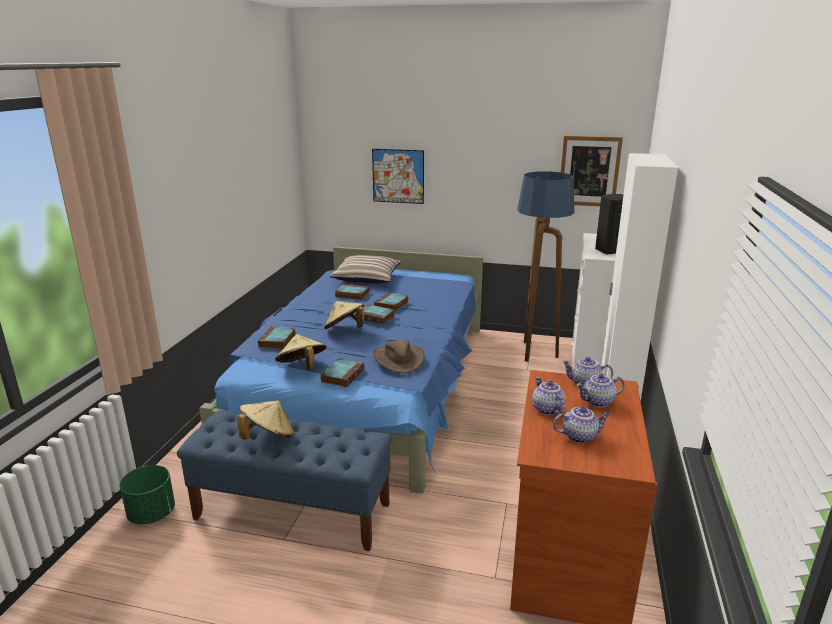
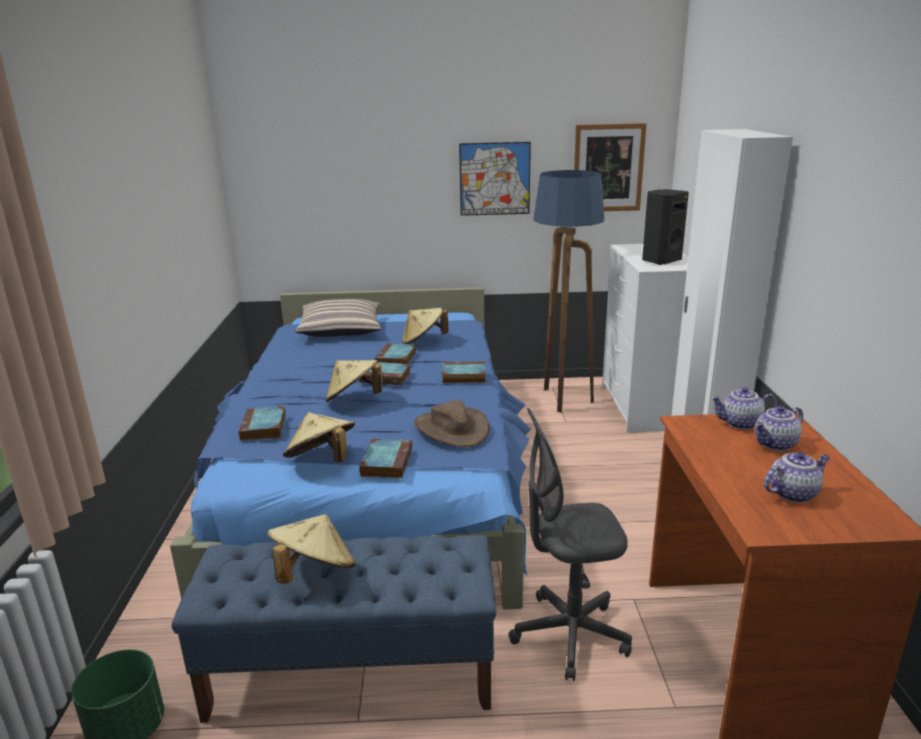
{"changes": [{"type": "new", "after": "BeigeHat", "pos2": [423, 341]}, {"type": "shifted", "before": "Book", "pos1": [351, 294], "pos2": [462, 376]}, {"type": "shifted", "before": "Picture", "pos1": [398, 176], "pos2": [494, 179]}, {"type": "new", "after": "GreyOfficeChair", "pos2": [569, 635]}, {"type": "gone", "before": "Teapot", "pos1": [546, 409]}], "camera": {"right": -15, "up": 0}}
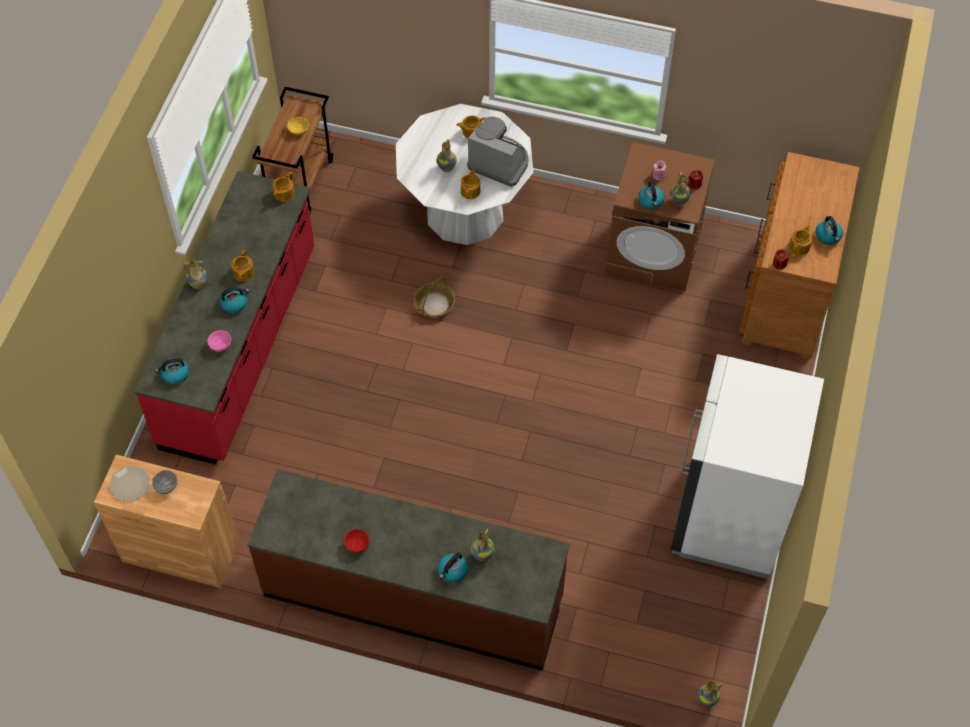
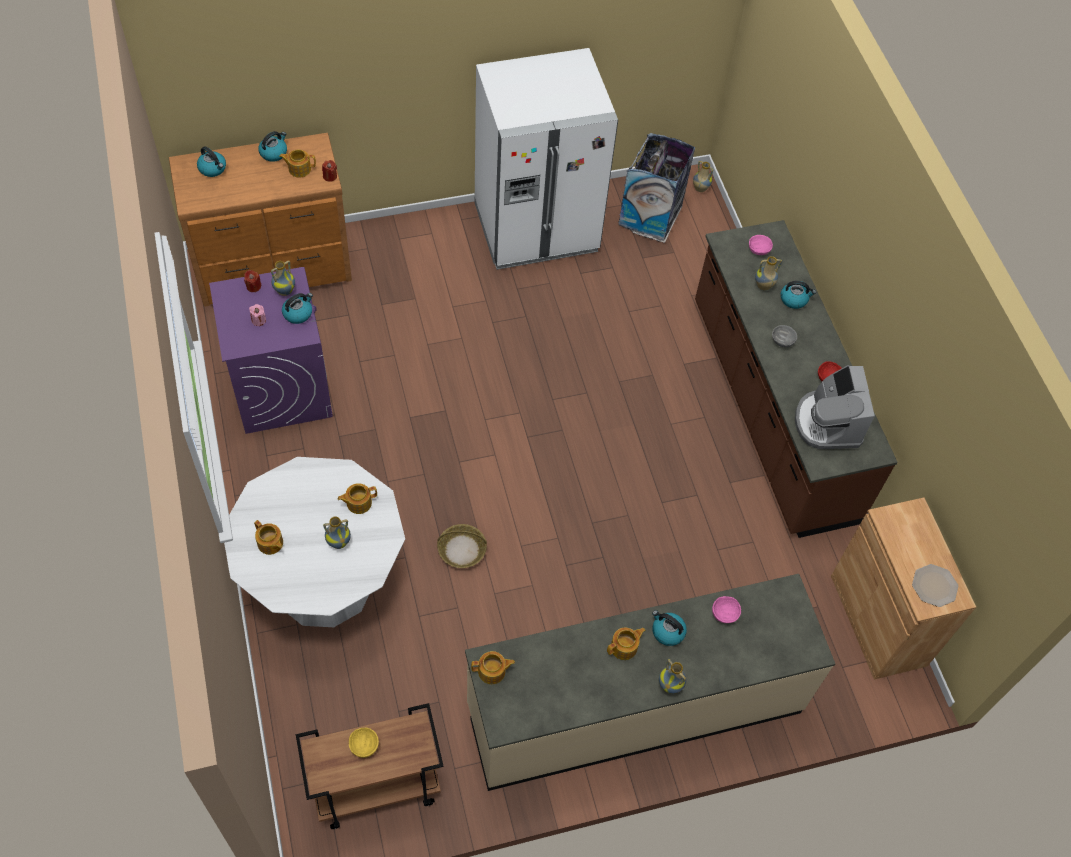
{"changes": [{"type": "shifted", "before": "Kettle", "pos1": [175, 374], "pos2": [213, 168]}, {"type": "repainted", "before": "BrownWashingMachine", "after": "PurpleWashingMachine", "pos1": [654, 252], "pos2": [281, 387]}, {"type": "repainted", "before": "RedCounter", "after": "BeigeCounter", "pos1": [241, 348], "pos2": [634, 708]}, {"type": "new", "after": "TrashCan", "pos2": [651, 214]}, {"type": "new", "after": "PinkBowl", "pos2": [759, 250]}, {"type": "shifted", "before": "GreyBowl", "pos1": [166, 486], "pos2": [782, 341]}, {"type": "shifted", "before": "CoffeeMachine", "pos1": [499, 162], "pos2": [827, 423]}], "camera": {"right": -125, "up": 0}}
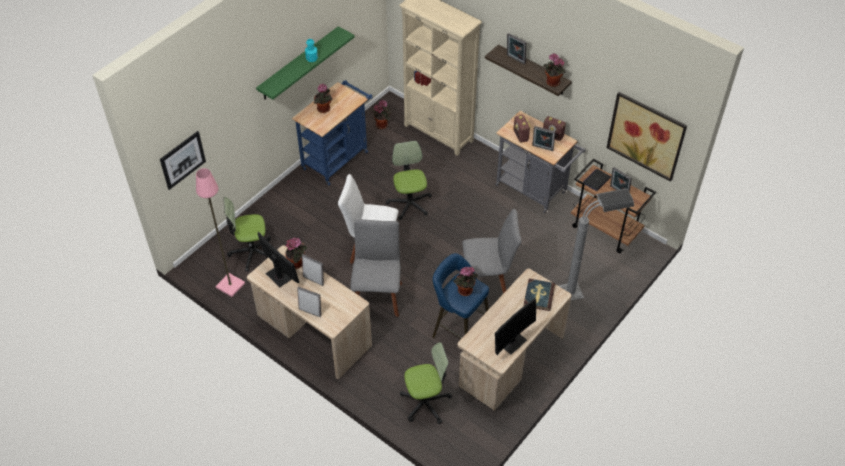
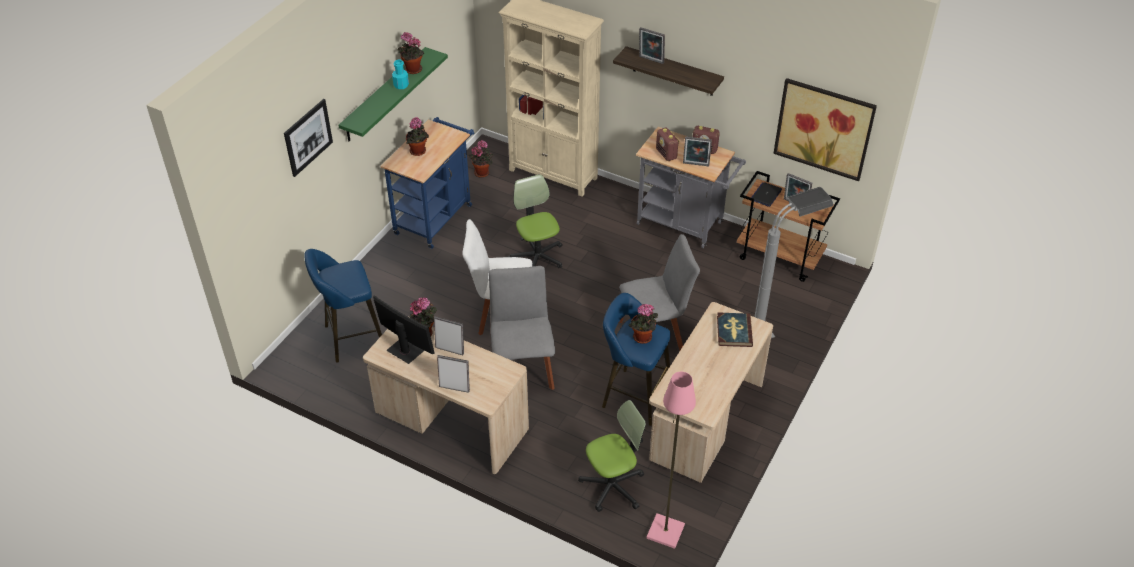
{"changes": [{"type": "shifted", "before": "Picture", "pos1": [182, 160], "pos2": [308, 137]}, {"type": "swapped", "before": "OfficeChair", "after": "BlueStool", "pos1": [251, 252], "pos2": [351, 338]}, {"type": "shifted", "before": "PottedPlant", "pos1": [551, 82], "pos2": [412, 70]}, {"type": "shifted", "before": "PinkFloorLamp", "pos1": [230, 285], "pos2": [664, 532]}, {"type": "gone", "before": "Monitor", "pos1": [512, 342]}], "camera": {"right": -10, "up": -5}}
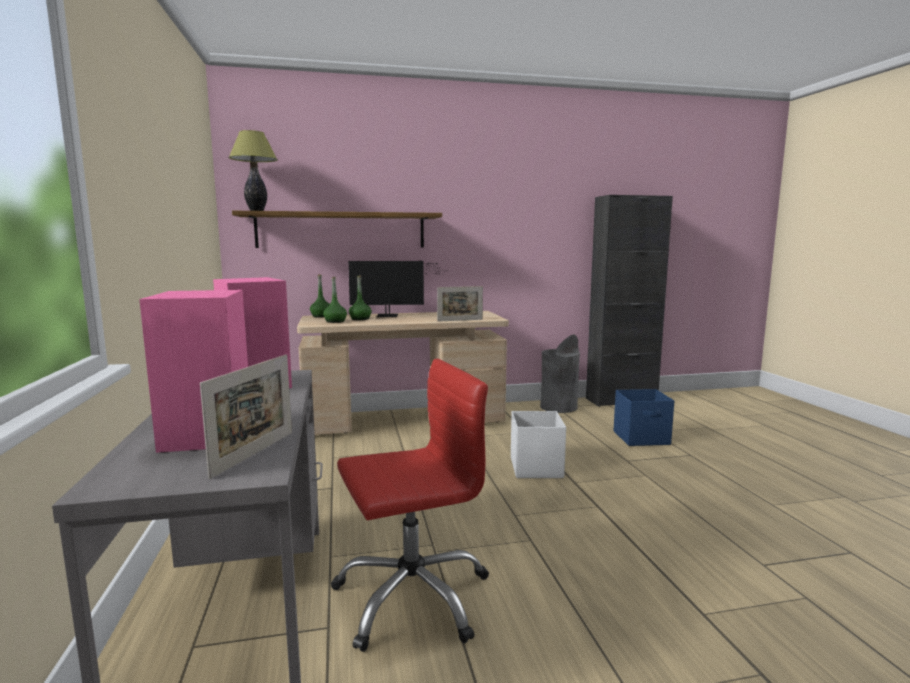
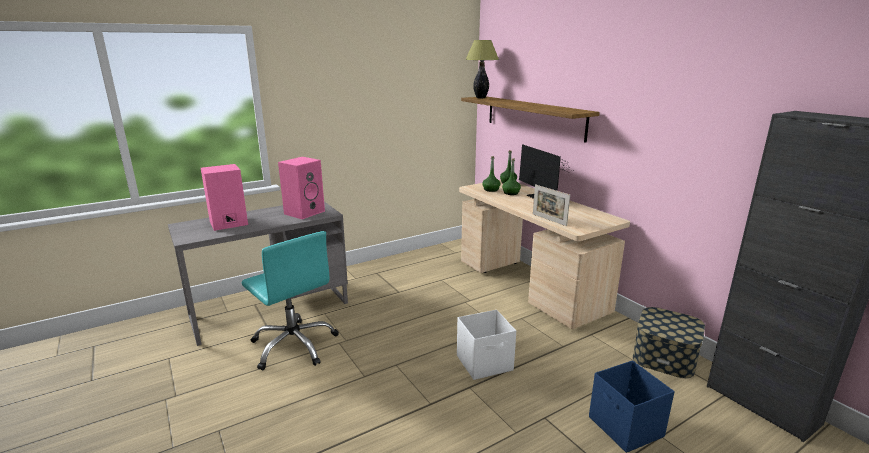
{"changes": [{"type": "repainted", "before": "RedOfficeChair", "after": "TurquoiseOfficeChair", "pos1": [412, 596], "pos2": [294, 345]}, {"type": "swapped", "before": "GreyTrashCan", "after": "StorageBox", "pos1": [558, 407], "pos2": [664, 357]}, {"type": "gone", "before": "PictureFrame", "pos1": [254, 453]}], "camera": {"right": 70, "up": 10}}
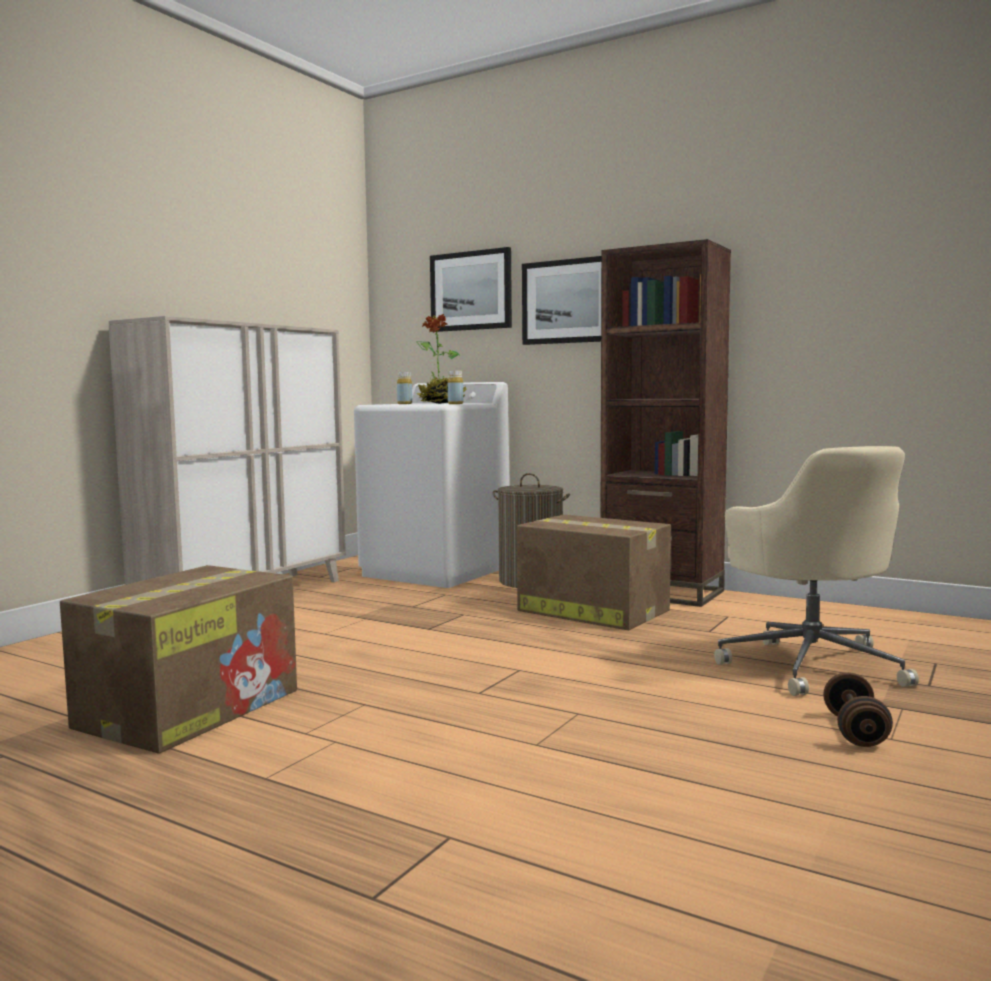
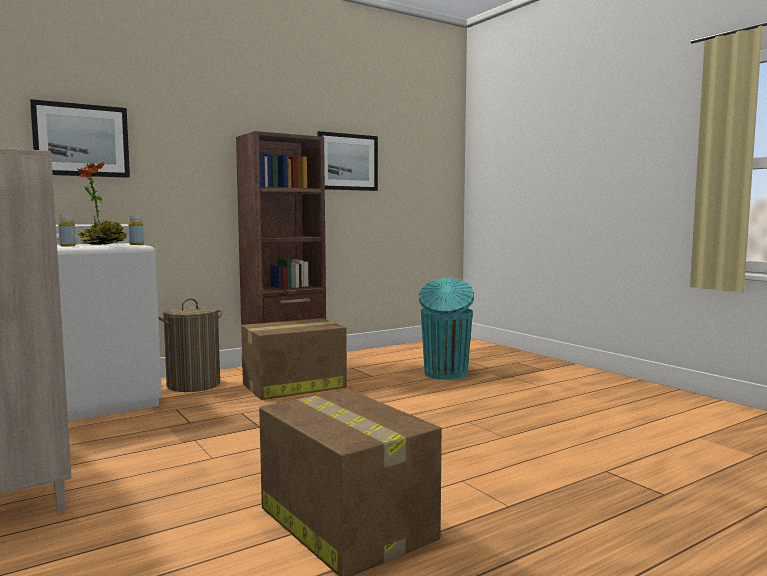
{"changes": [{"type": "shifted", "before": "Picture", "pos1": [567, 301], "pos2": [347, 162]}, {"type": "swapped", "before": "BeigeOfficeChair", "after": "TurquoiseTrashCan", "pos1": [811, 665], "pos2": [445, 374]}, {"type": "gone", "before": "BrownDumbbell", "pos1": [855, 731]}], "camera": {"right": -65, "up": 0}}
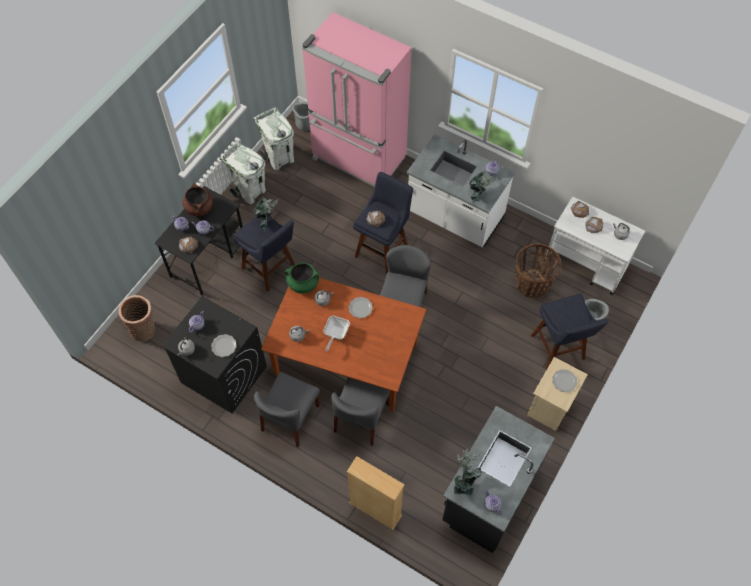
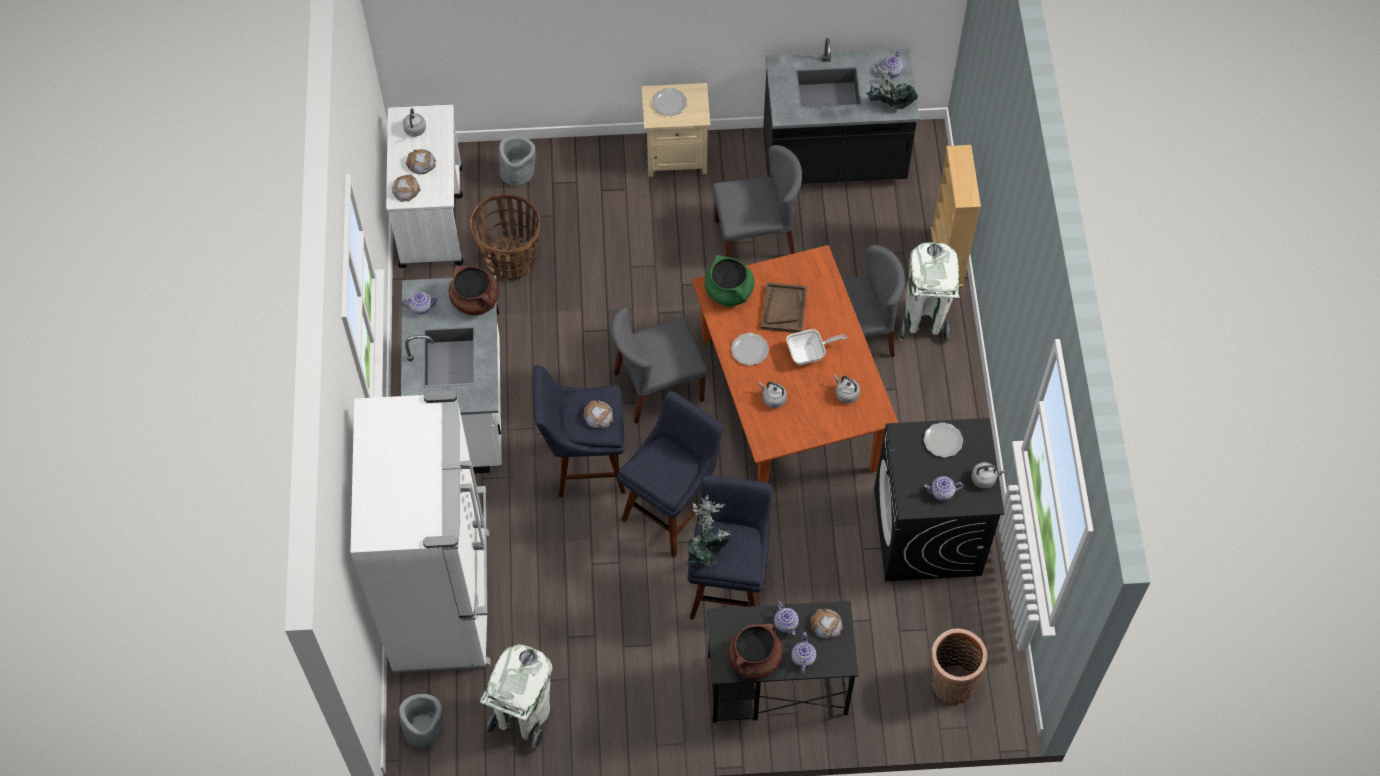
{"changes": [{"type": "repainted", "before": "PinkFridge", "after": "WhiteFridge", "pos1": [358, 159], "pos2": [445, 600]}, {"type": "swapped", "before": "PottedPlant", "after": "BrownCookingPot", "pos1": [478, 195], "pos2": [475, 300]}, {"type": "shifted", "before": "BlueStool", "pos1": [559, 350], "pos2": [672, 510]}, {"type": "shifted", "before": "GreenCookingPot", "pos1": [303, 284], "pos2": [729, 292]}, {"type": "shifted", "before": "GreyChair", "pos1": [290, 418], "pos2": [755, 238]}, {"type": "new", "after": "BrownTray", "pos2": [783, 308]}, {"type": "shifted", "before": "WhiteTrashCan", "pos1": [250, 192], "pos2": [924, 320]}], "camera": {"right": -125, "up": 0}}
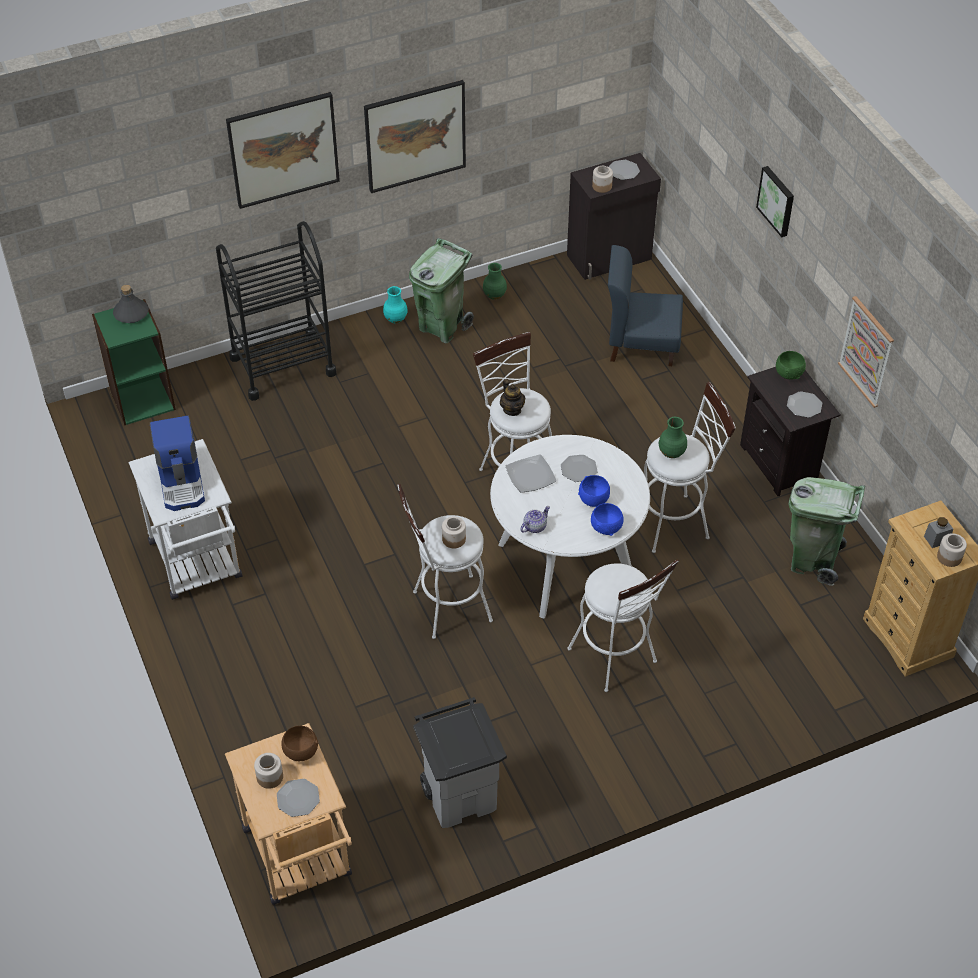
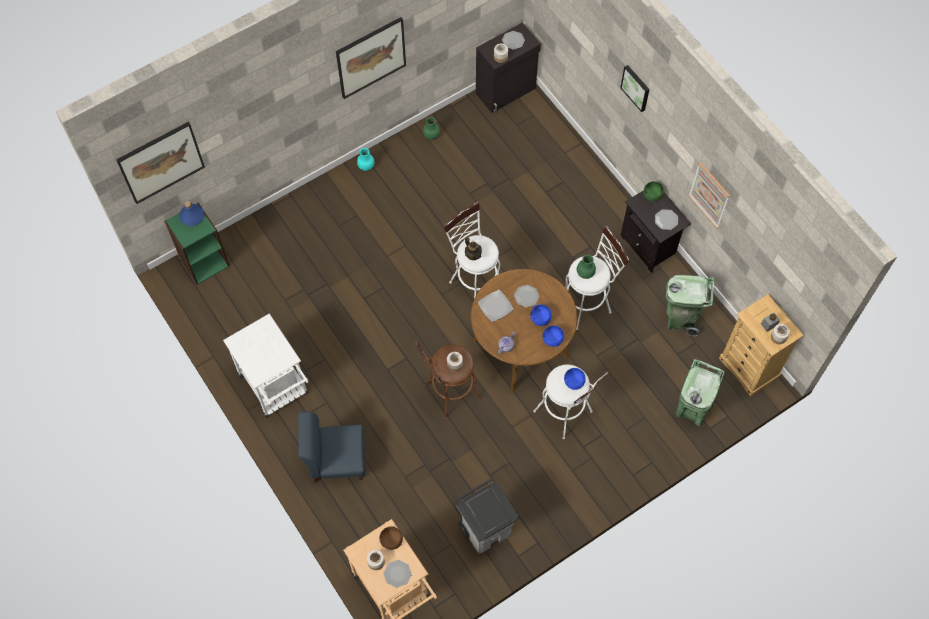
{"changes": [{"type": "shifted", "before": "Picture", "pos1": [283, 149], "pos2": [161, 162]}, {"type": "repainted", "before": "GreyBottle", "after": "BlueBottle", "pos1": [131, 313], "pos2": [192, 216]}, {"type": "shifted", "before": "BlueChair", "pos1": [641, 344], "pos2": [336, 460]}, {"type": "repainted", "before": "WhiteStool", "after": "BrownStool", "pos1": [445, 608], "pos2": [448, 394]}, {"type": "repainted", "before": "WhiteDiningTable", "after": "BrownDiningTable", "pos1": [566, 563], "pos2": [521, 347]}, {"type": "new", "after": "BlueBowl", "pos2": [573, 382]}, {"type": "shifted", "before": "GreenTrashCan", "pos1": [442, 327], "pos2": [692, 409]}, {"type": "gone", "before": "CoffeeMachine", "pos1": [182, 482]}, {"type": "gone", "before": "BlackCart", "pos1": [282, 365]}], "camera": {"right": -10, "up": 15}}
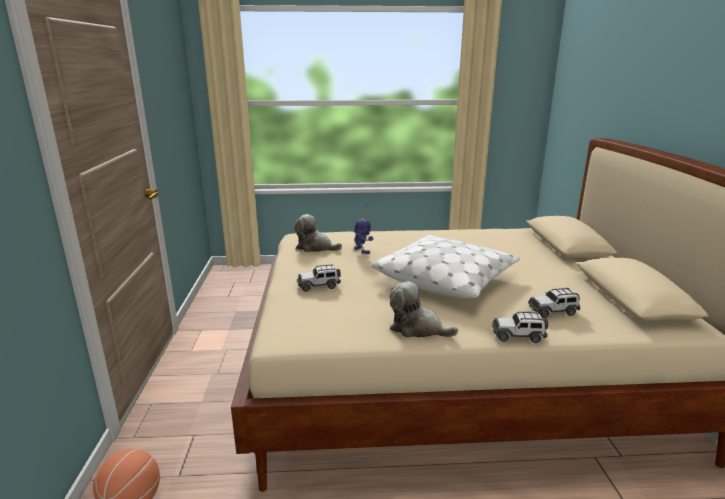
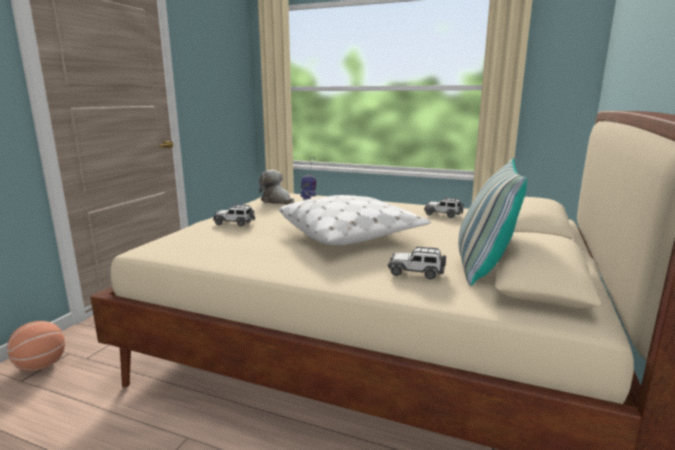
{"changes": [{"type": "shifted", "before": "ToyCar", "pos1": [518, 335], "pos2": [443, 214]}, {"type": "new", "after": "Pillow", "pos2": [483, 267]}, {"type": "gone", "before": "PlushToy", "pos1": [417, 328]}], "camera": {"right": 25, "up": -5}}
